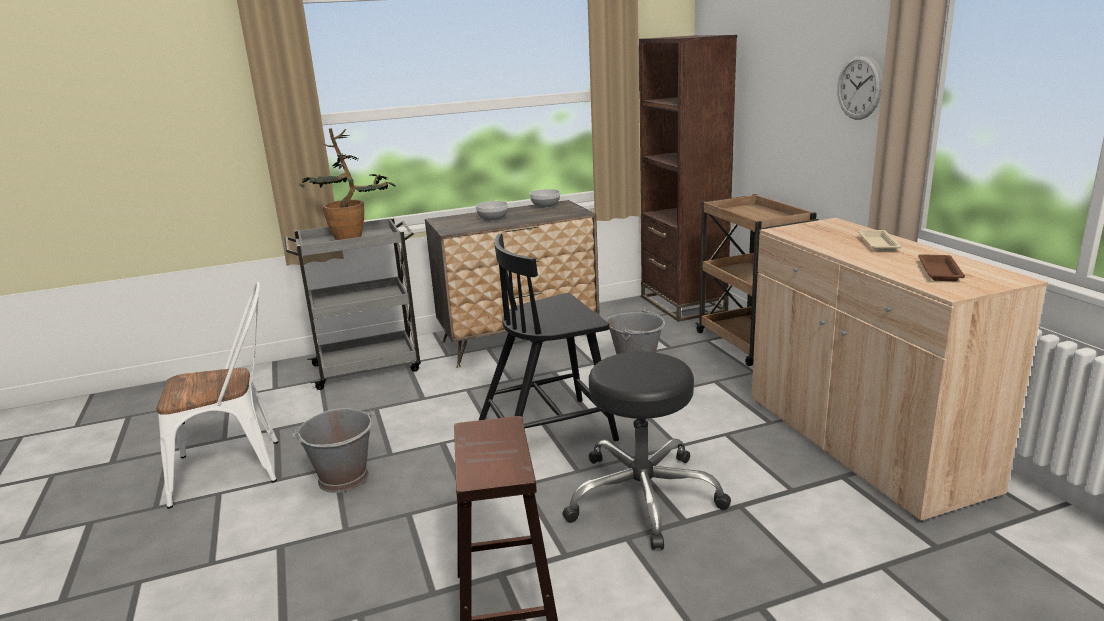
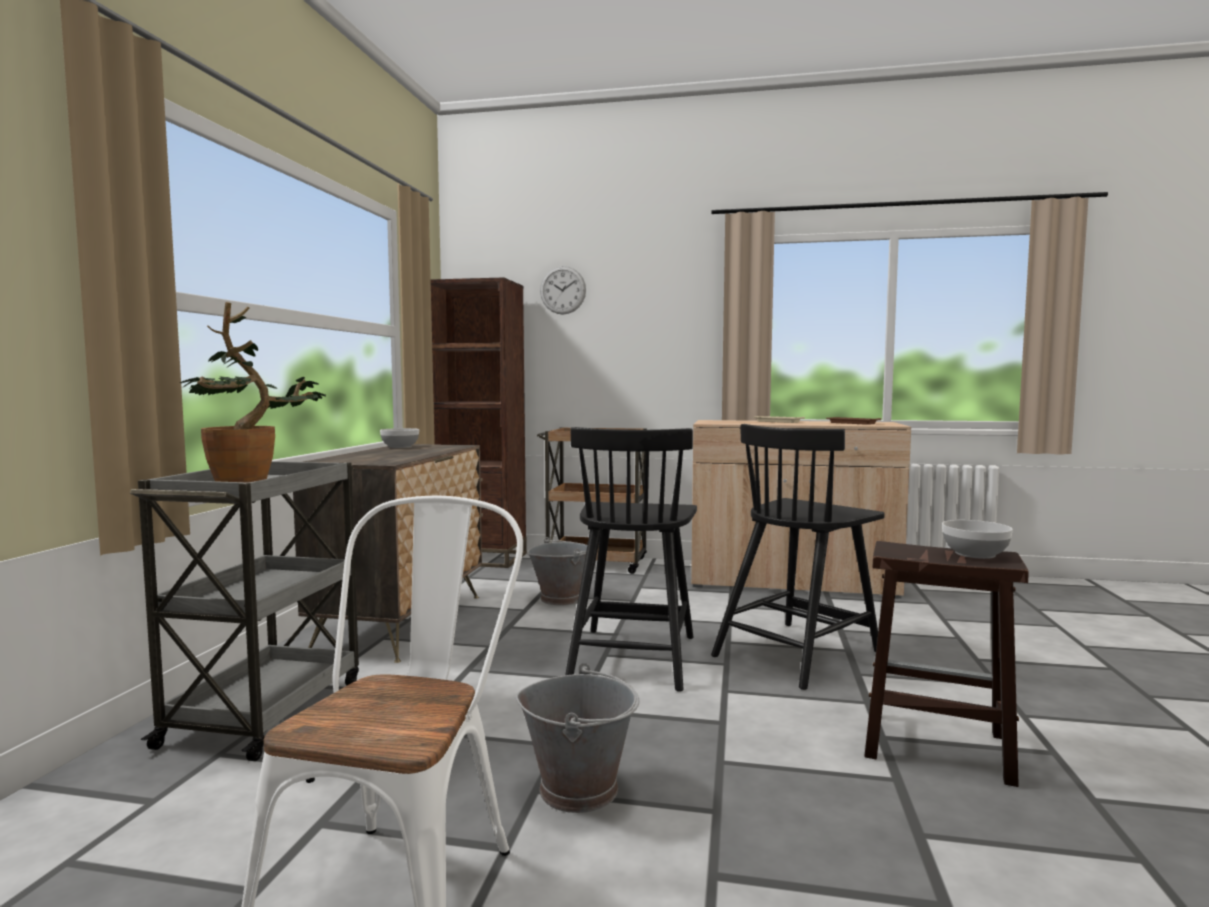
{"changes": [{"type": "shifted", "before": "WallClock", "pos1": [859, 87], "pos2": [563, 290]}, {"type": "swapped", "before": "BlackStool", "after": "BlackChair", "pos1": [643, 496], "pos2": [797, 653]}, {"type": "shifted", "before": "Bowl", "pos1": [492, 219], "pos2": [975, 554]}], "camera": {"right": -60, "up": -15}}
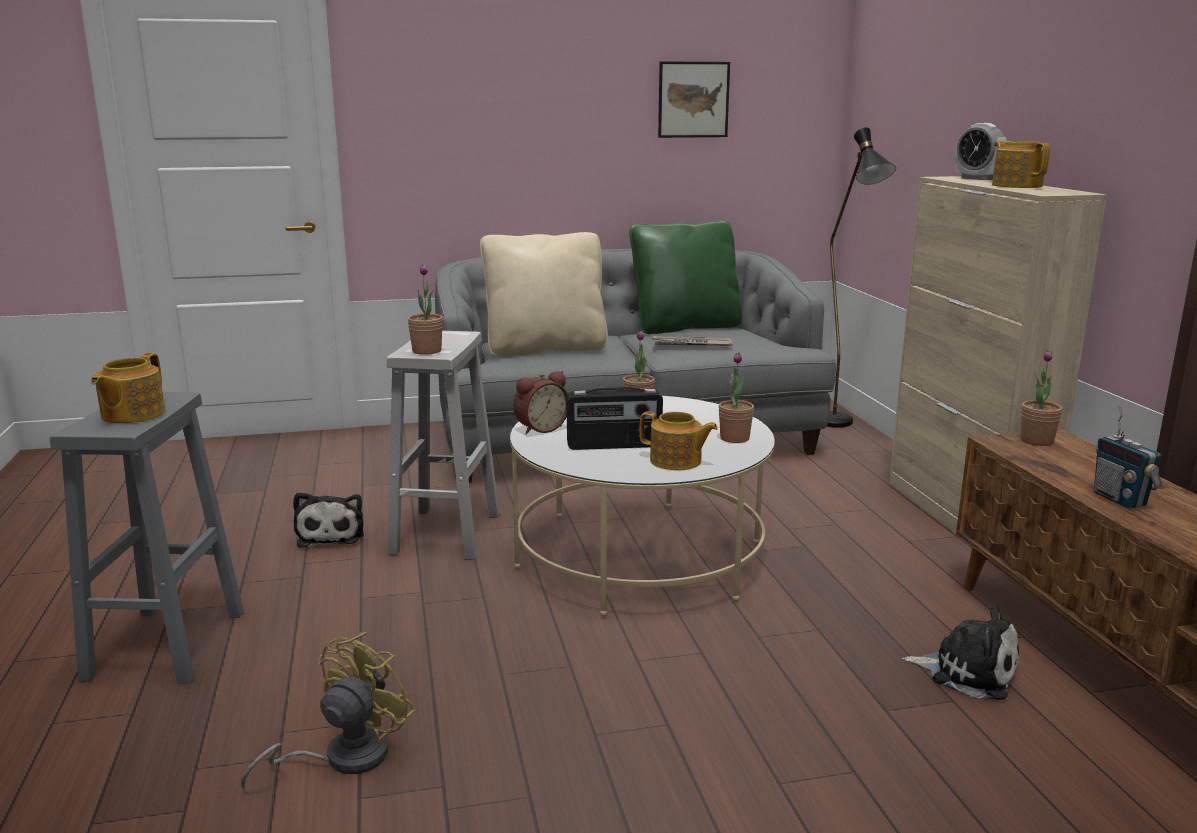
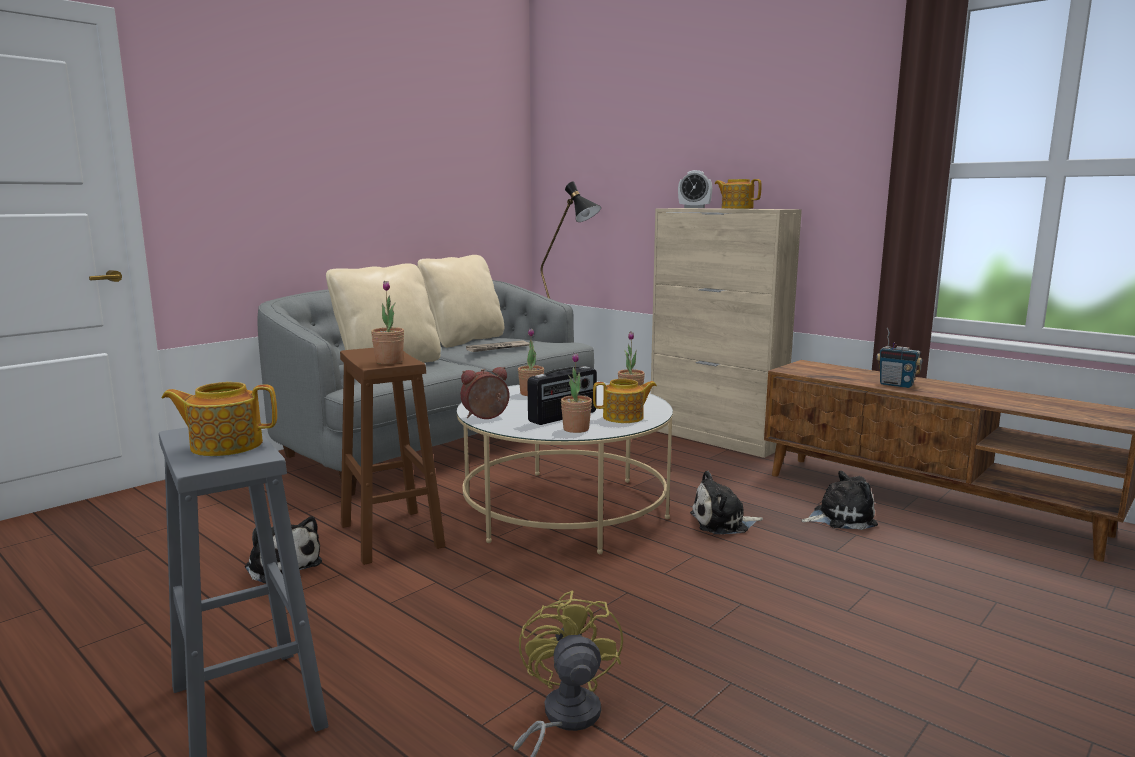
{"changes": [{"type": "rotated", "before": "Teapot", "pos1": [131, 414], "pos2": [225, 445], "turn": 105}, {"type": "repainted", "before": "WhiteStool", "after": "BrownStool", "pos1": [446, 533], "pos2": [390, 535]}, {"type": "repainted", "before": "GreenPillow", "after": "BeigePillow", "pos1": [685, 327], "pos2": [464, 340]}, {"type": "rotated", "before": "AlarmClock", "pos1": [540, 428], "pos2": [486, 417], "turn": -135}, {"type": "shifted", "before": "PottedPlant", "pos1": [1036, 441], "pos2": [576, 429]}, {"type": "new", "after": "PlushToy", "pos2": [723, 523]}, {"type": "gone", "before": "Picture", "pos1": [693, 99]}], "camera": {"right": -35, "up": -5}}
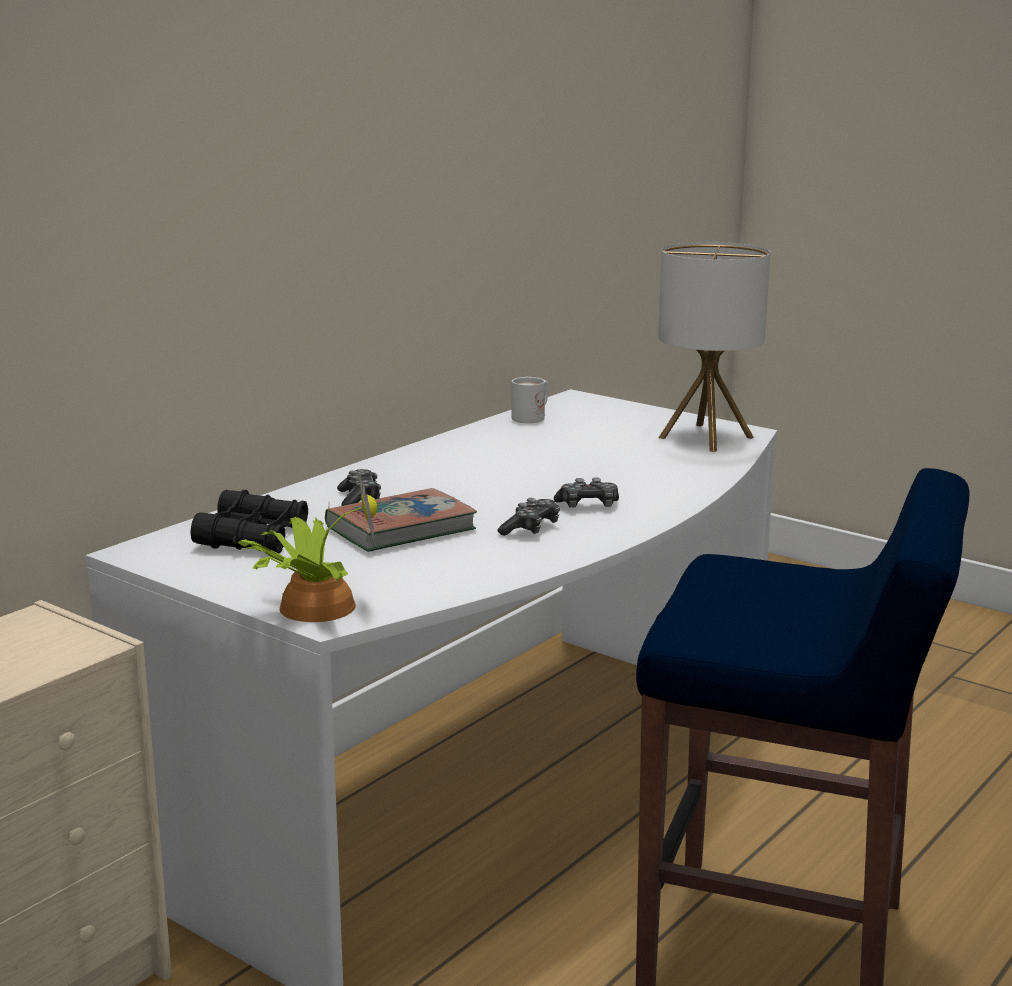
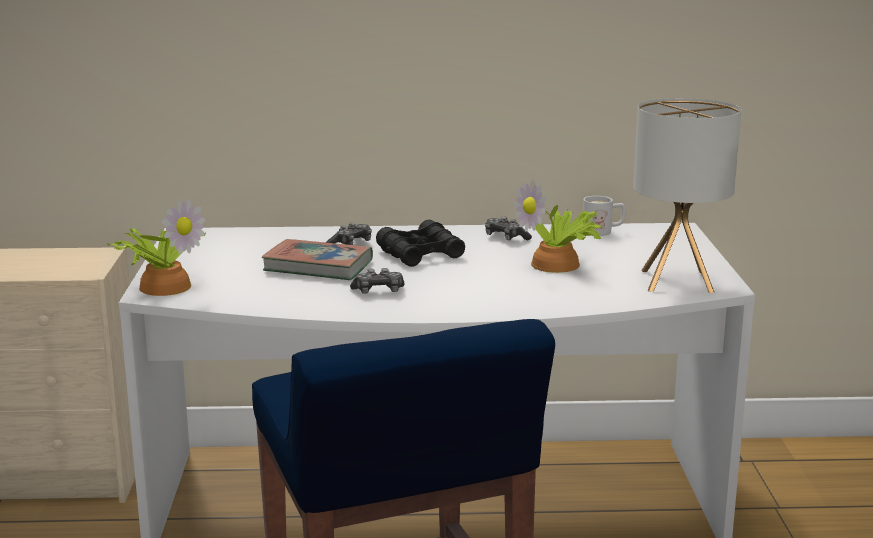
{"changes": [{"type": "shifted", "before": "BlackBinoculars", "pos1": [252, 537], "pos2": [420, 254]}, {"type": "shifted", "before": "GameController", "pos1": [588, 506], "pos2": [505, 237]}, {"type": "new", "after": "PottedPlant", "pos2": [558, 264]}], "camera": {"right": 50, "up": 0}}
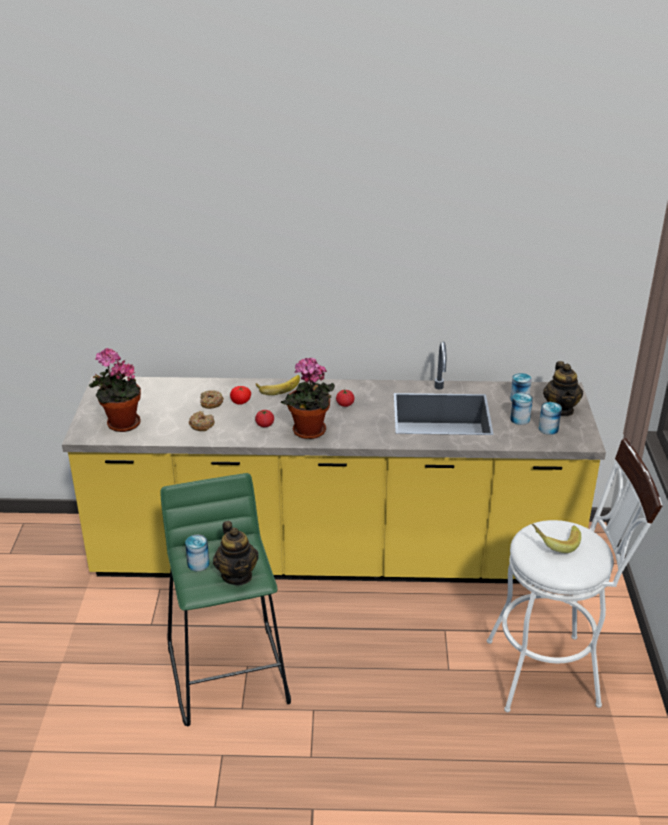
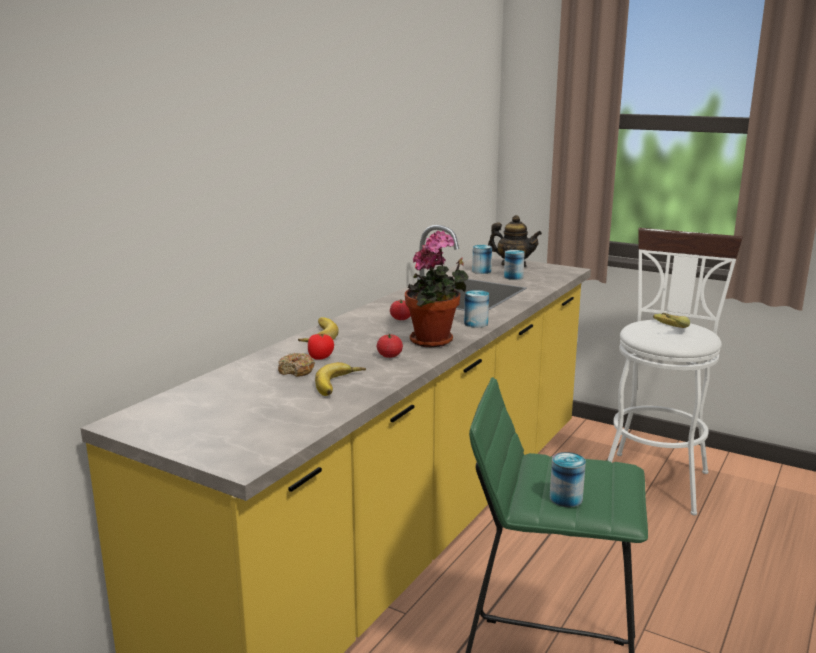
{"changes": [{"type": "swapped", "before": "Donut", "after": "Banana", "pos1": [201, 425], "pos2": [340, 385]}, {"type": "shifted", "before": "Can", "pos1": [548, 429], "pos2": [476, 323]}, {"type": "gone", "before": "PottedPlant", "pos1": [120, 424]}, {"type": "gone", "before": "Teapot", "pos1": [237, 575]}], "camera": {"right": -60, "up": -15}}
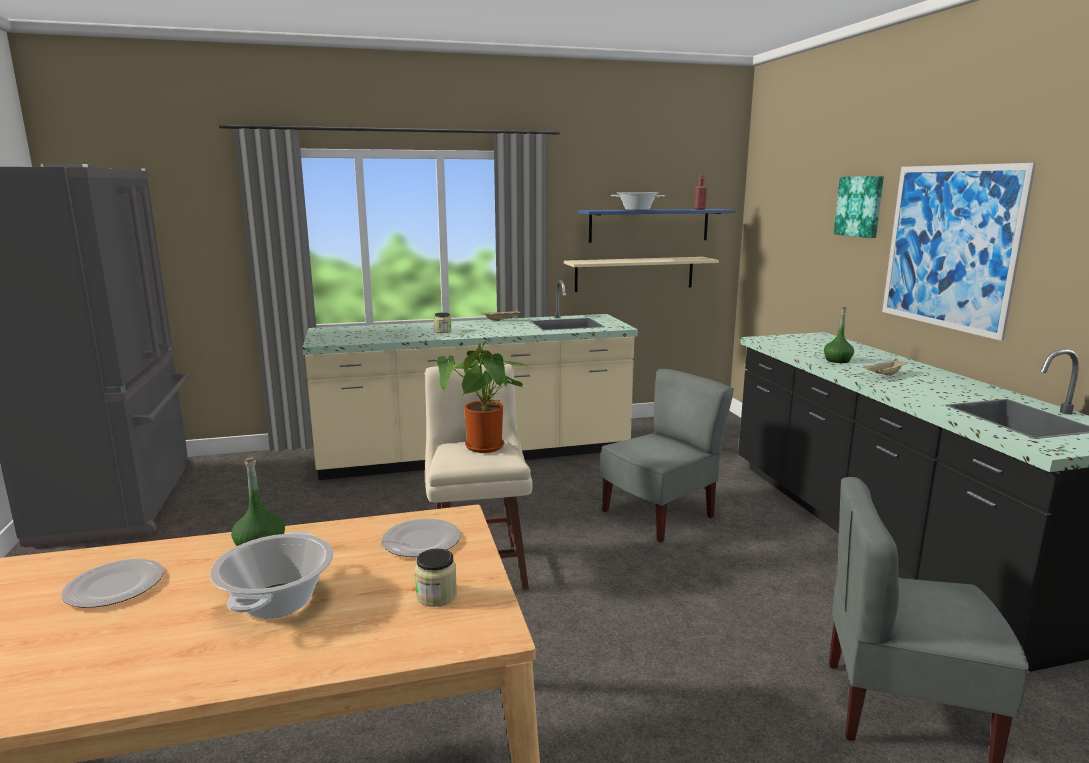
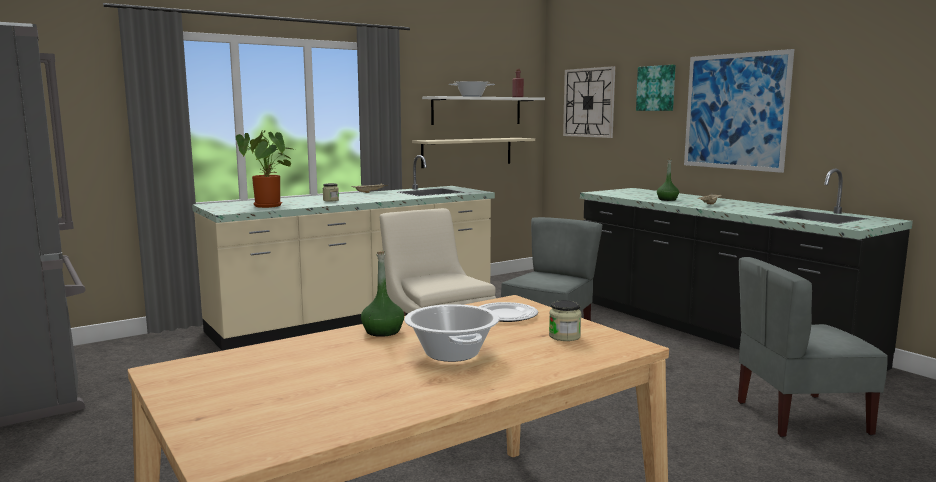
{"changes": [{"type": "shifted", "before": "PottedPlant", "pos1": [486, 448], "pos2": [269, 206]}, {"type": "repainted", "before": "BlueShelf", "after": "WhiteShelf", "pos1": [649, 225], "pos2": [477, 110]}, {"type": "new", "after": "WallClock", "pos2": [589, 102]}, {"type": "gone", "before": "Plate", "pos1": [114, 587]}], "camera": {"right": -20, "up": -5}}
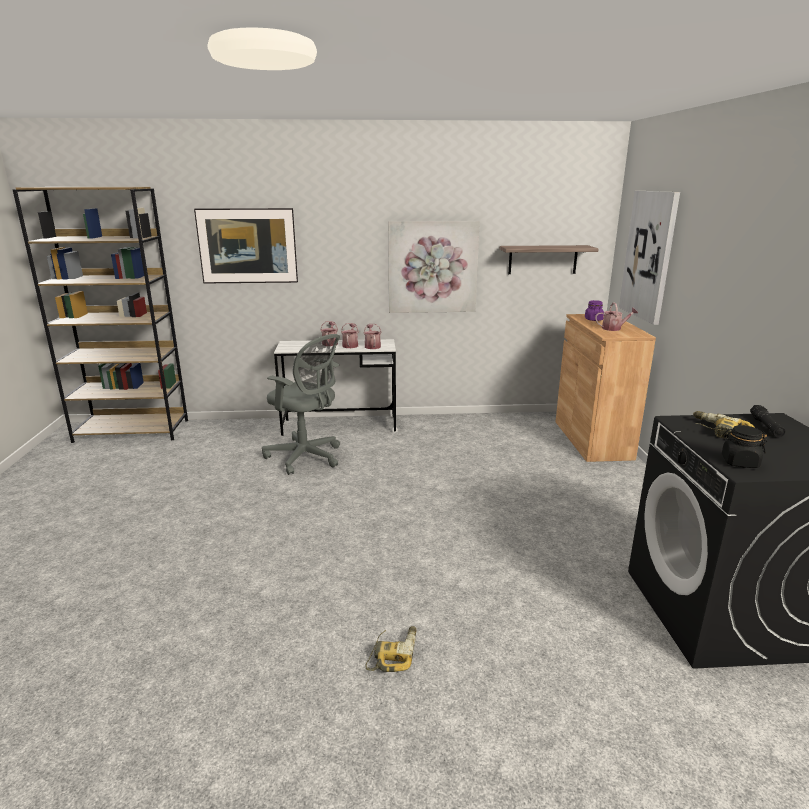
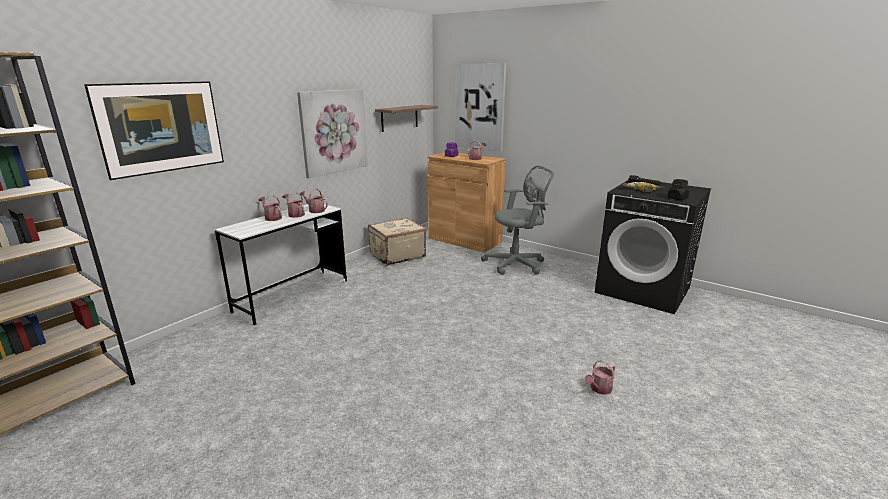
{"changes": [{"type": "new", "after": "BeigeSuitcase", "pos2": [396, 255]}, {"type": "shifted", "before": "GreyOfficeChair", "pos1": [306, 457], "pos2": [517, 264]}, {"type": "swapped", "before": "PowerDrill", "after": "WateringCan", "pos1": [393, 653], "pos2": [599, 389]}], "camera": {"right": -50, "up": 0}}
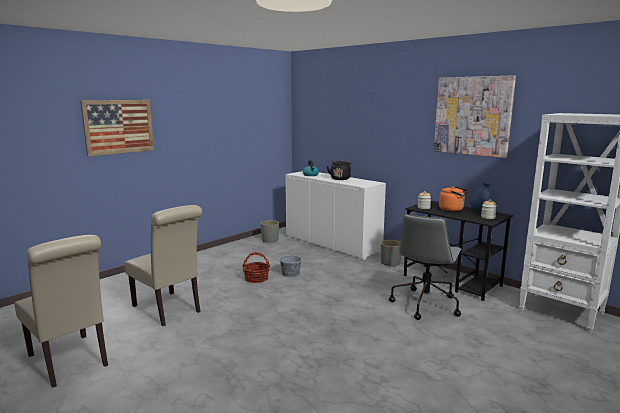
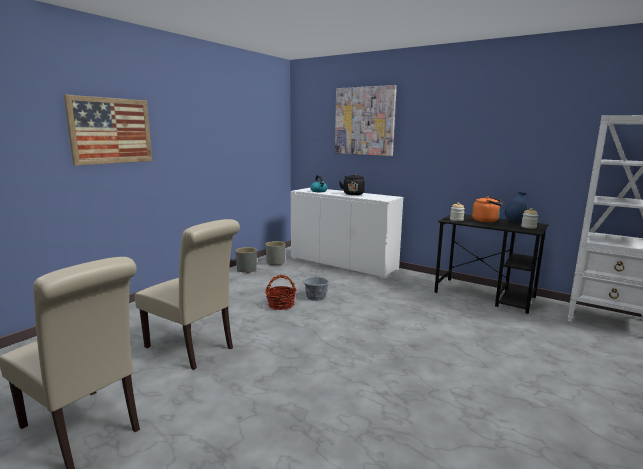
{"changes": [{"type": "shifted", "before": "GreyPlanter", "pos1": [390, 263], "pos2": [247, 270]}, {"type": "shifted", "before": "Picture", "pos1": [472, 116], "pos2": [364, 121]}, {"type": "gone", "before": "GreyOfficeChair", "pos1": [425, 304]}], "camera": {"right": -10, "up": 0}}
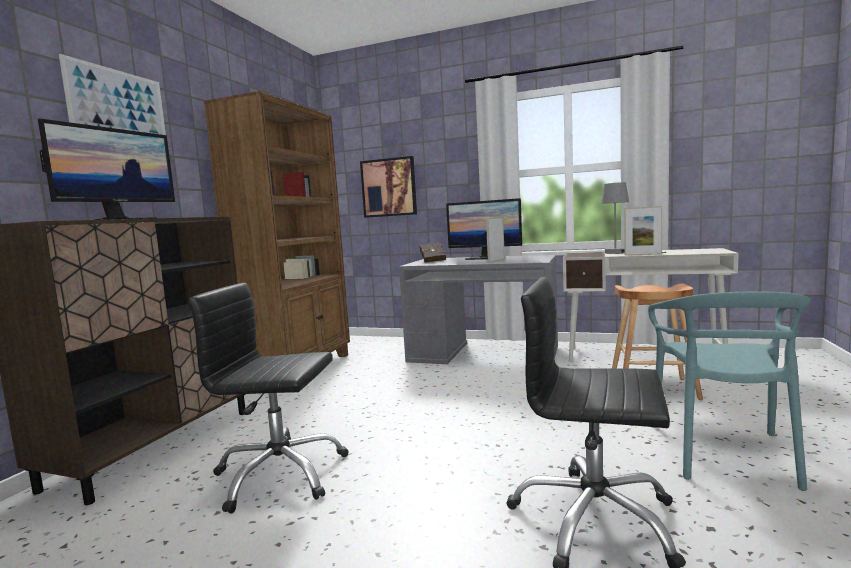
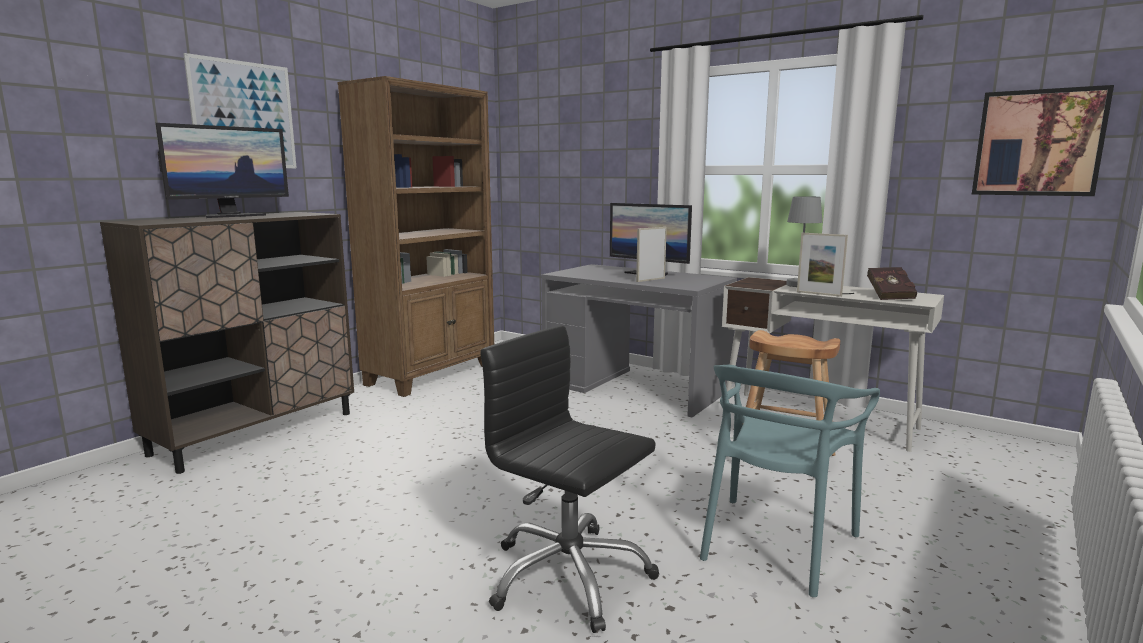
{"changes": [{"type": "shifted", "before": "RedBook", "pos1": [433, 260], "pos2": [889, 296]}, {"type": "shifted", "before": "Picture", "pos1": [389, 187], "pos2": [1038, 143]}, {"type": "gone", "before": "BlackOfficeChair", "pos1": [280, 474]}], "camera": {"right": 15, "up": 5}}
